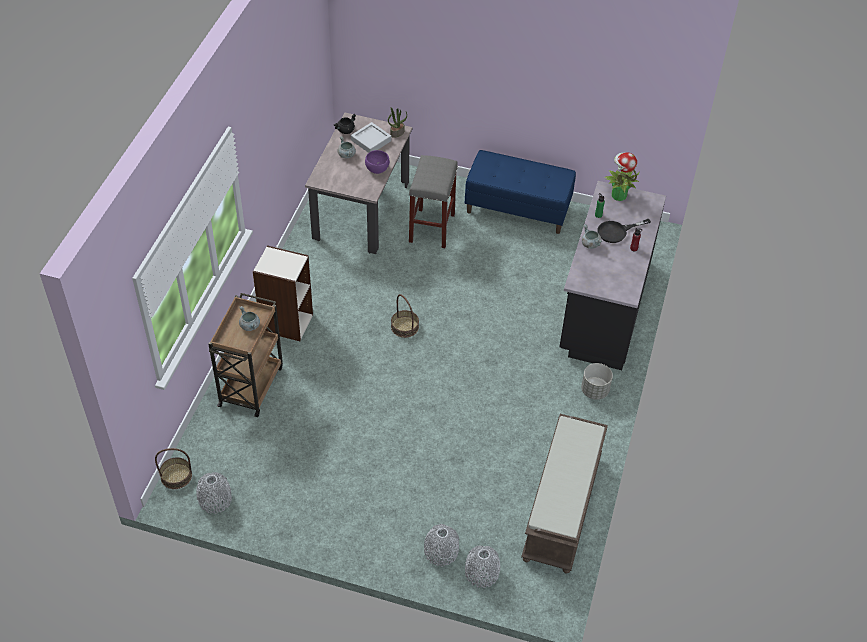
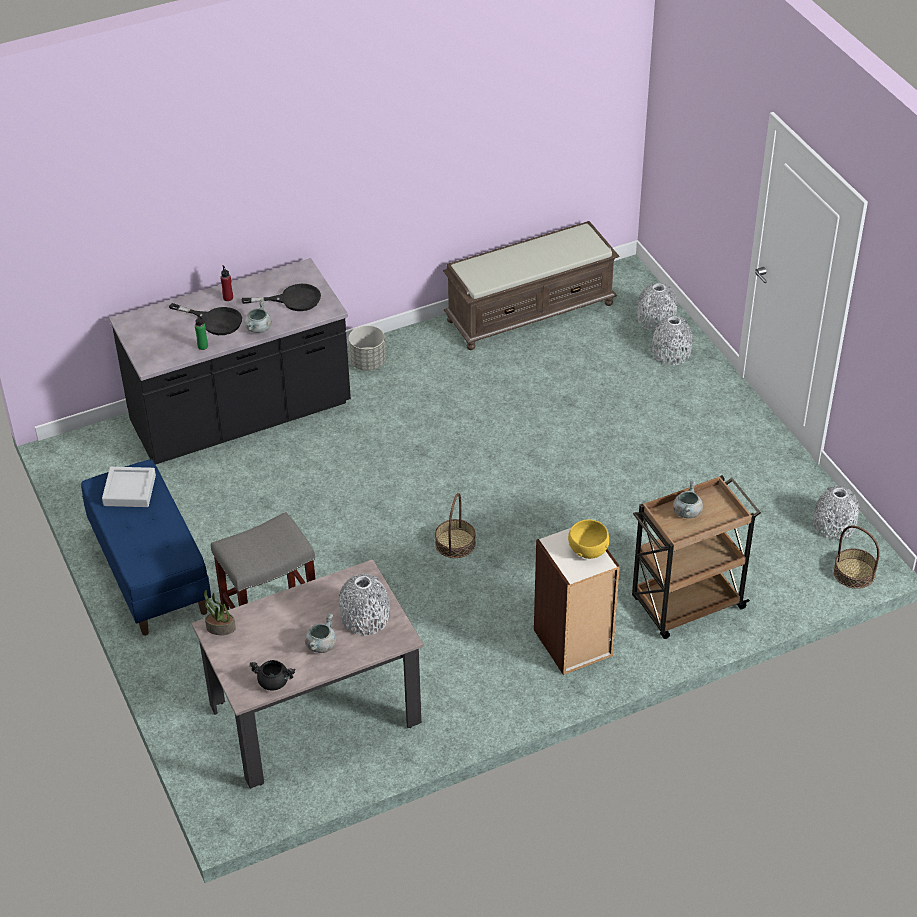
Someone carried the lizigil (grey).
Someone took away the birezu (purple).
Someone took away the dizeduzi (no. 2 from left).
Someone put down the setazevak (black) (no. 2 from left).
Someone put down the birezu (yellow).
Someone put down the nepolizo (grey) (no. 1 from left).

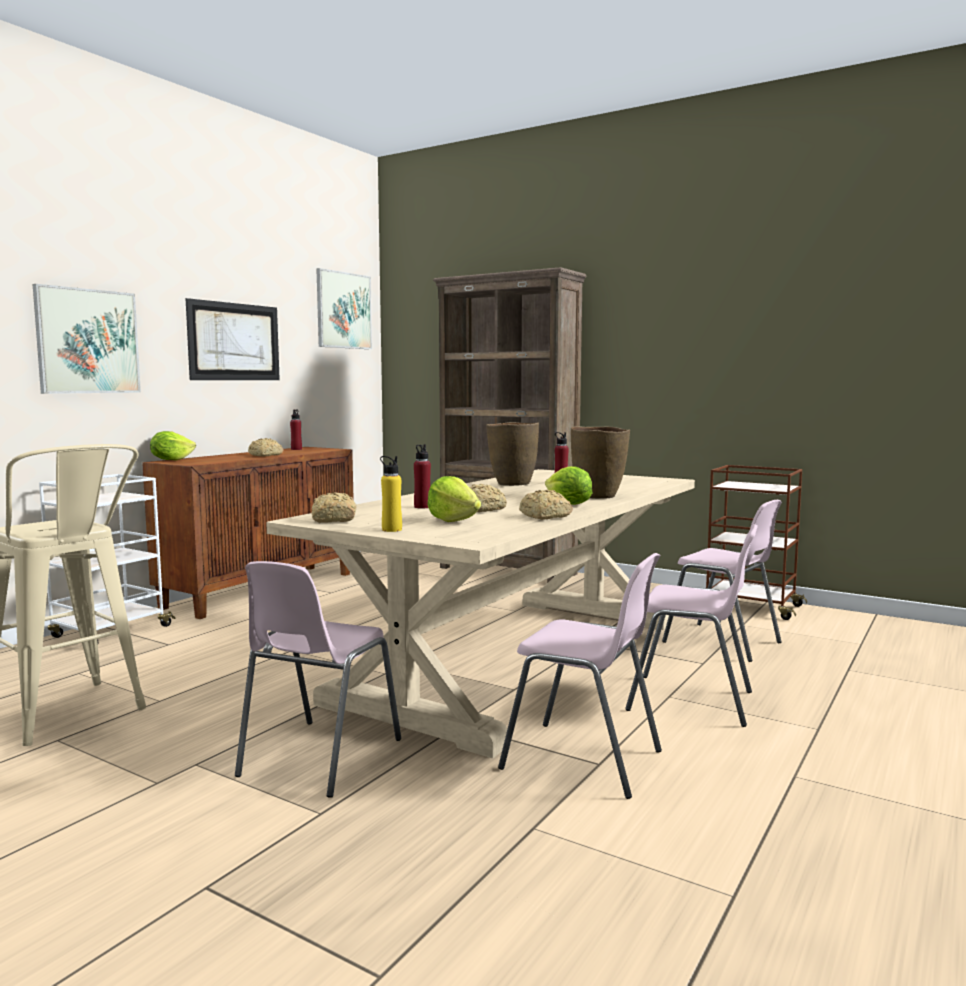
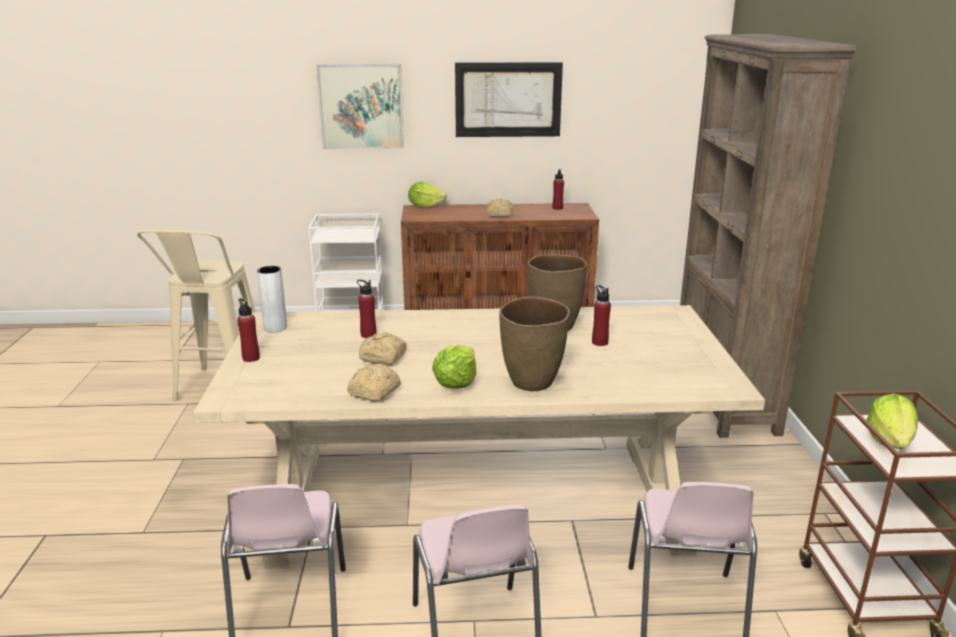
Someone took away the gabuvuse (no. 3 from left).
Someone repainted the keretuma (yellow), which became the keretuma (red) (no. 1 from left).
Someone carried the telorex (no. 2 from left in the first image).
Someone swapped the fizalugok (no. 2 from left) for the nepolizo (grey).
Someone took away the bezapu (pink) (no. 1 from left).

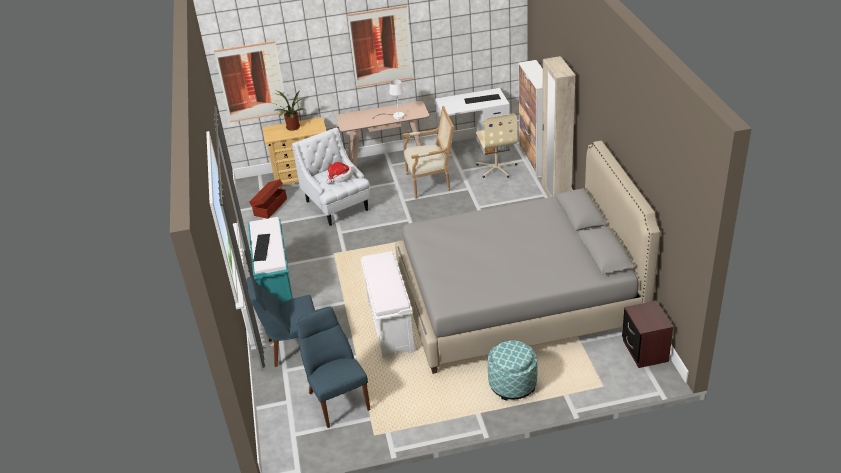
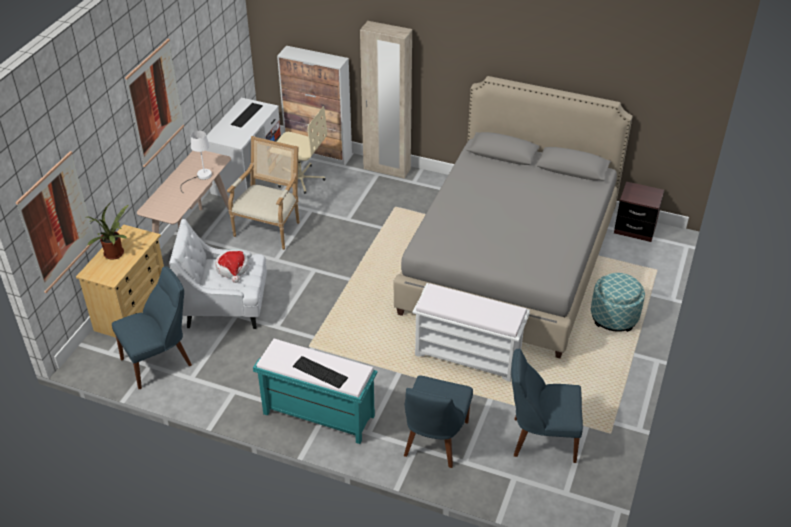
Someone swapped the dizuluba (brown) for the bezapu (blue) (no. 1 from left).

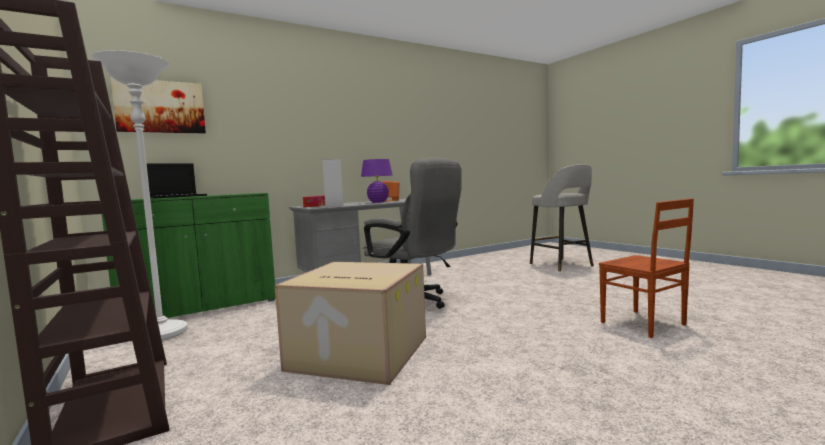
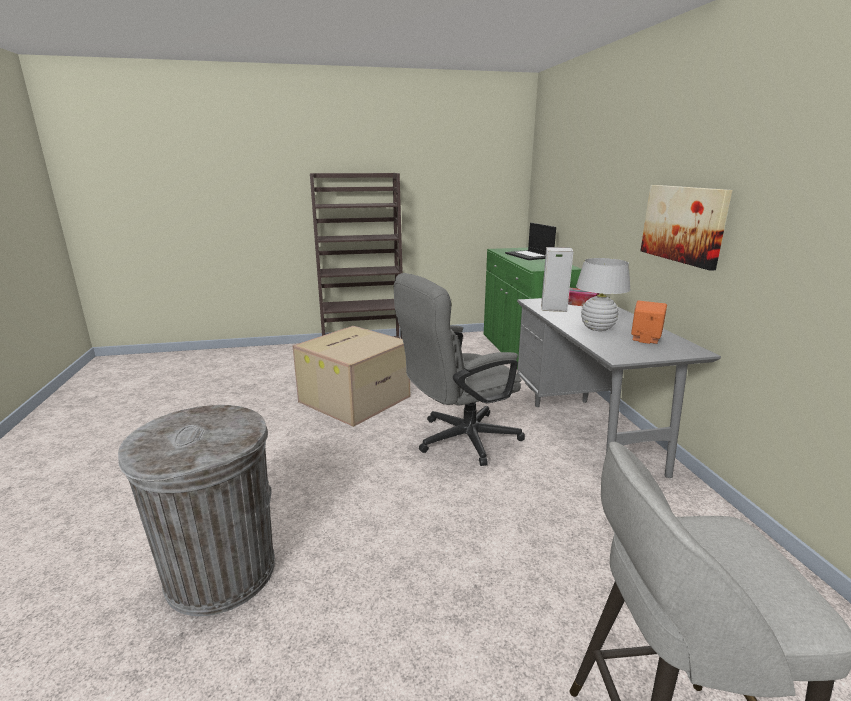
Someone took away the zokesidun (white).
Someone carried the gabuvuse.
Someone repainted the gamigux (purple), which became the gamigux (white).
Someone swapped the bezapu (brown) for the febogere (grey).

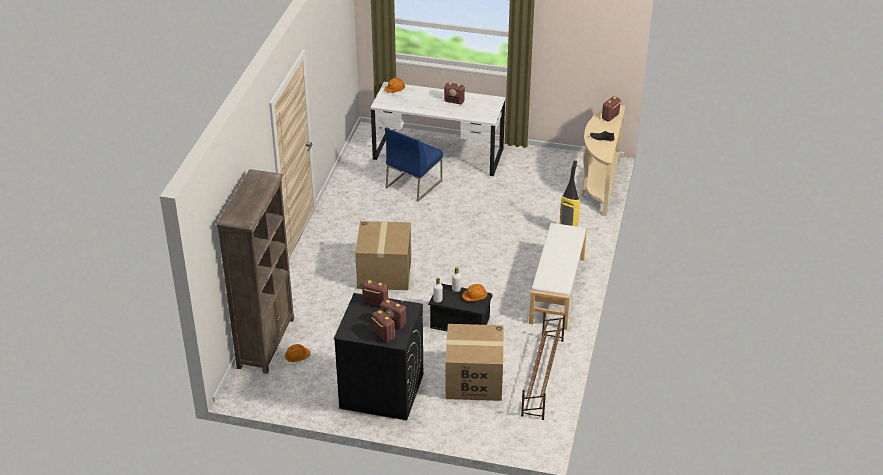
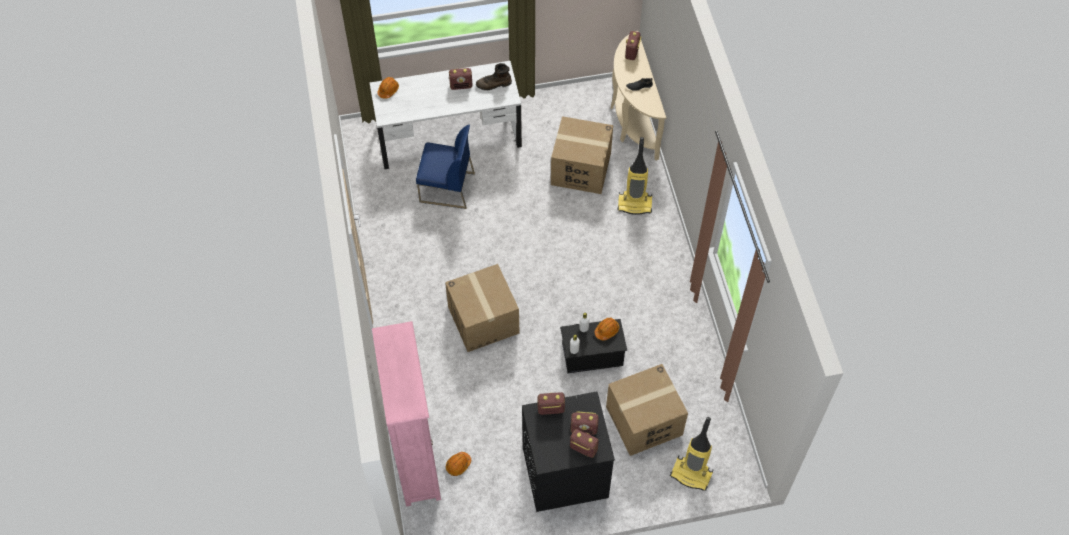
Someone rotated the bezapu (blue) by 90 degrees counterclockwise.
Someone repainted the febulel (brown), which became the febulel (pink).
Someone took away the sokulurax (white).
Someone took away the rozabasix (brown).
Someone put down the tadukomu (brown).
Someone put down the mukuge (no. 2 from left).
Someone put down the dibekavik (no. 2 from left).

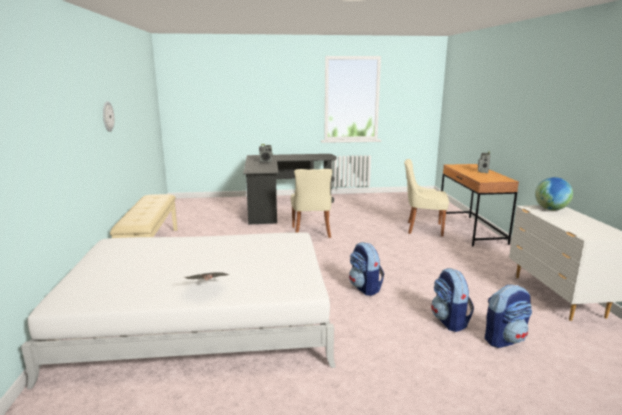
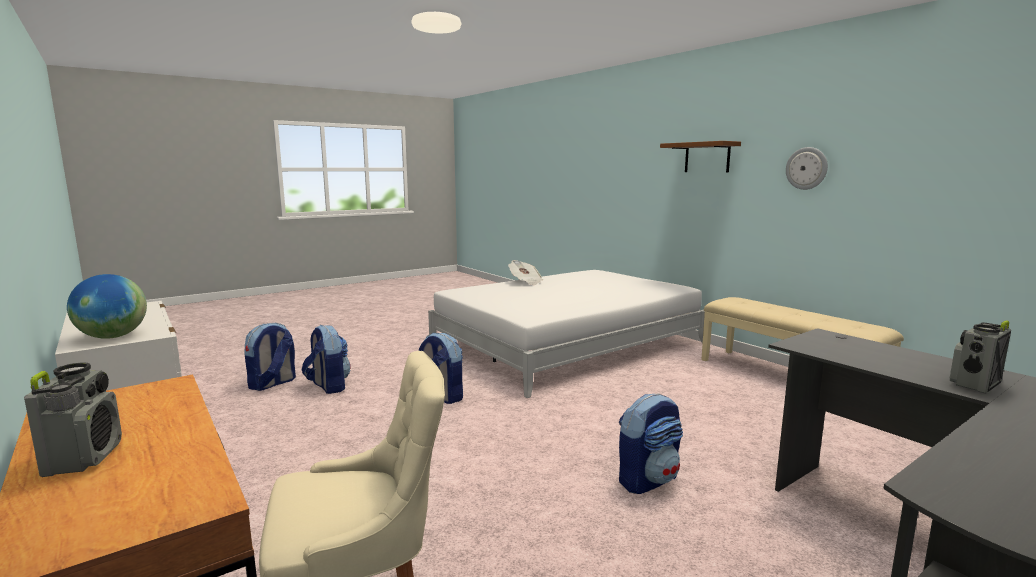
Someone swapped the bezapu (beige) (no. 1 from left) for the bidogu (no. 4 from left).
Someone put up the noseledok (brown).

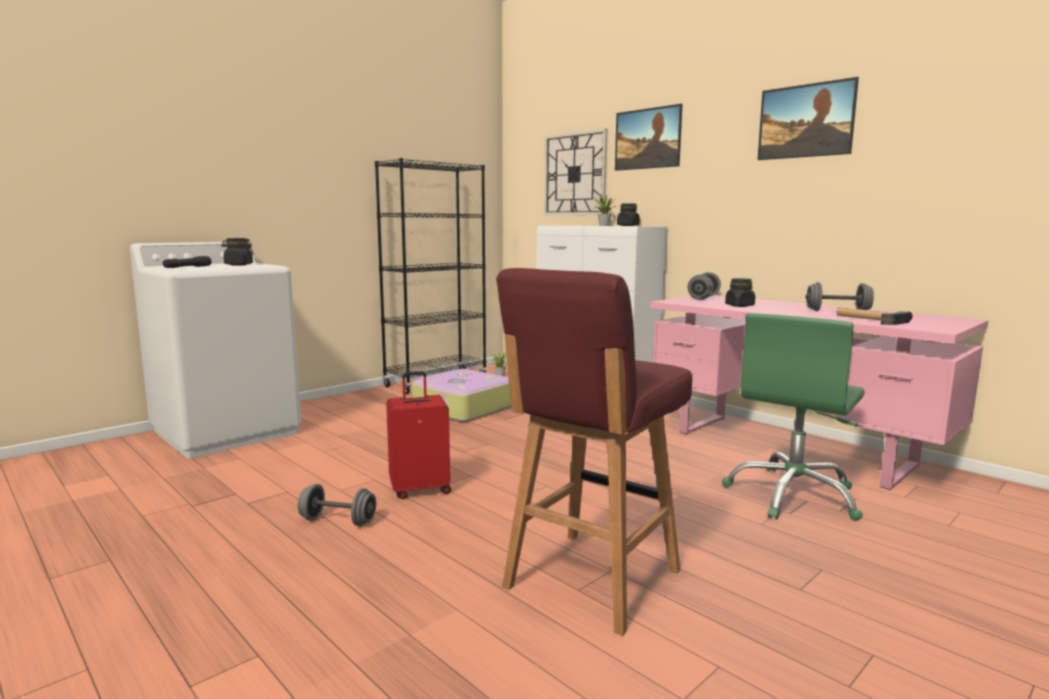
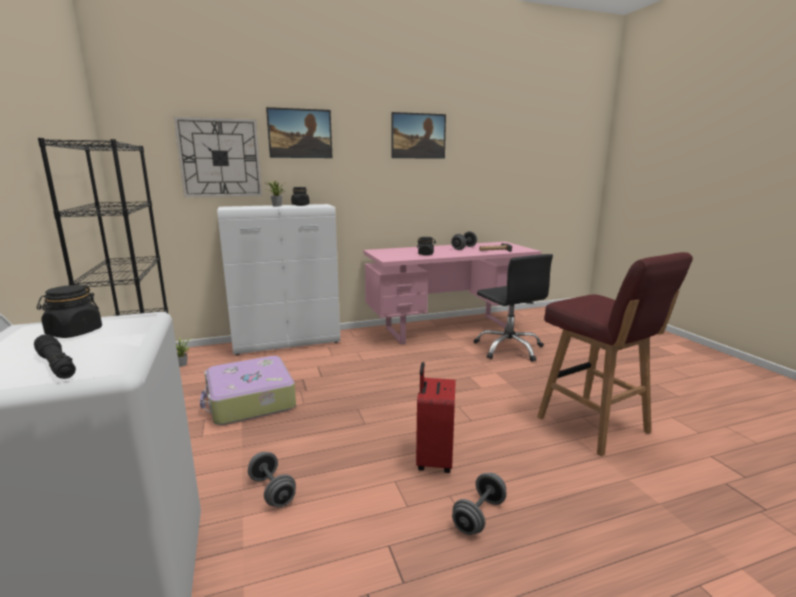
Someone carried the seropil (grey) (no. 2 from left in the first image).
Someone repainted the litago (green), which became the litago (black).

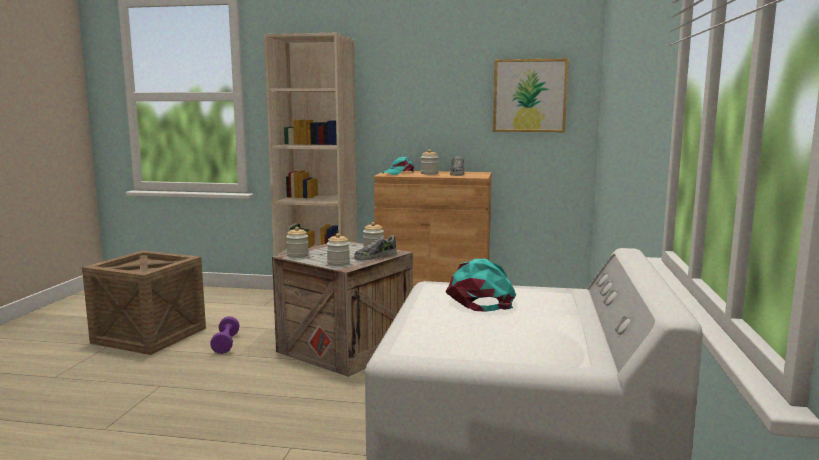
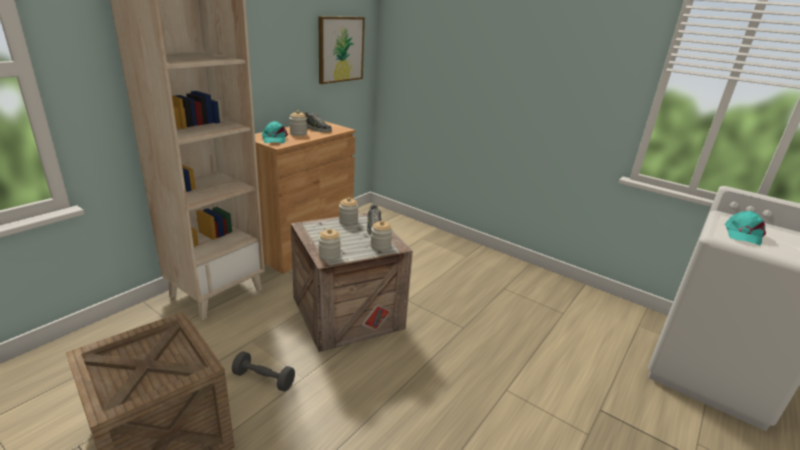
Someone rotated the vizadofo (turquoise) (no. 2 from left) by 90 degrees counterclockwise.
Someone repainted the seropil (purple), which became the seropil (grey).

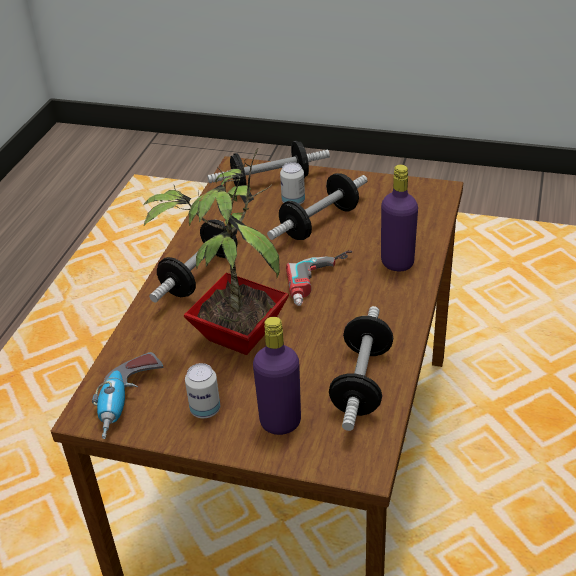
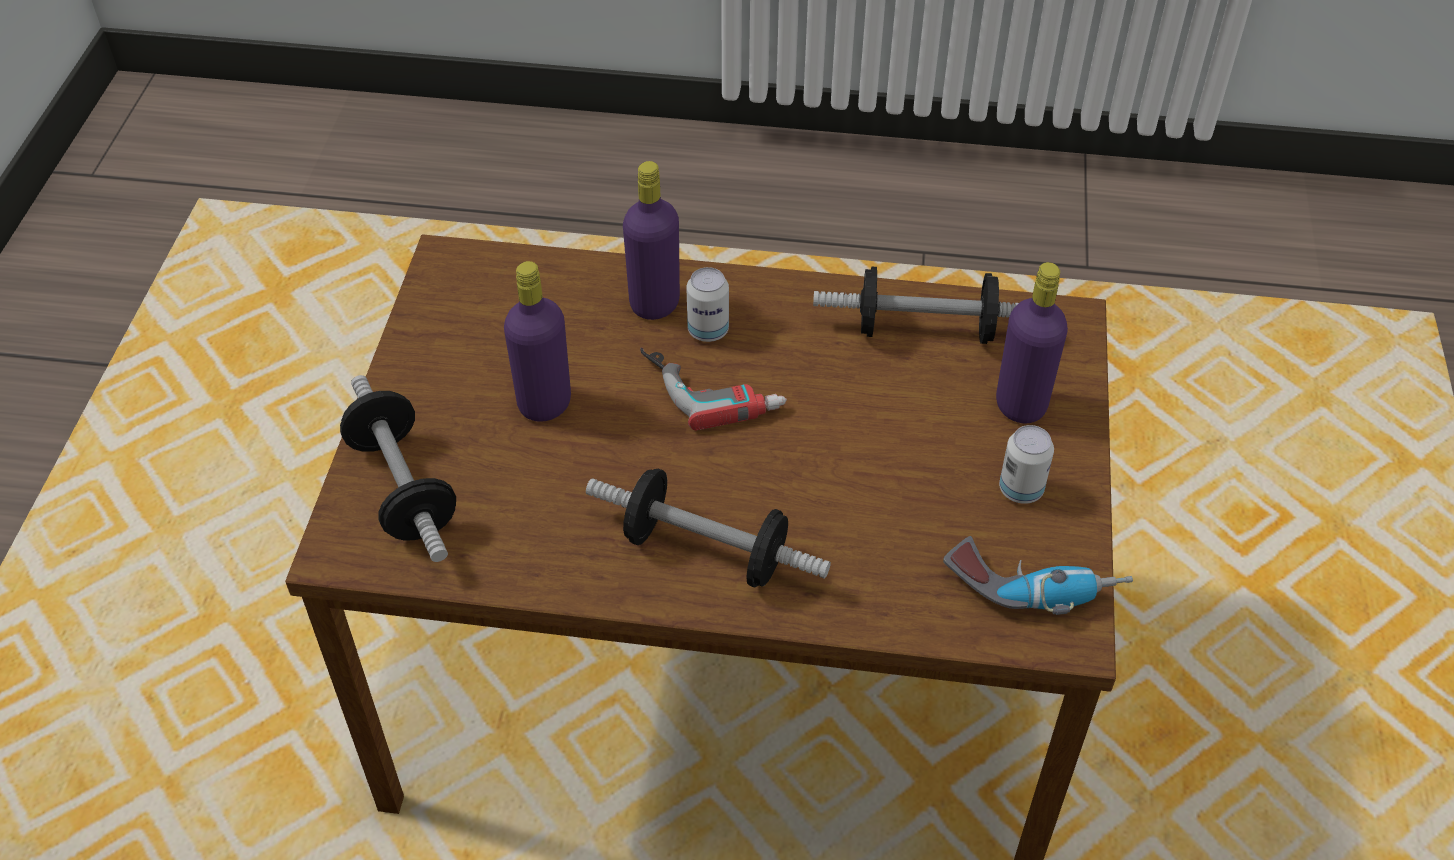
Someone took away the dizeduzi.
Someone carried the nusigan (no. 2 from left in the first image).
Someone swapped the seropil (no. 3 from left) for the keretuma (purple) (no. 1 from left).

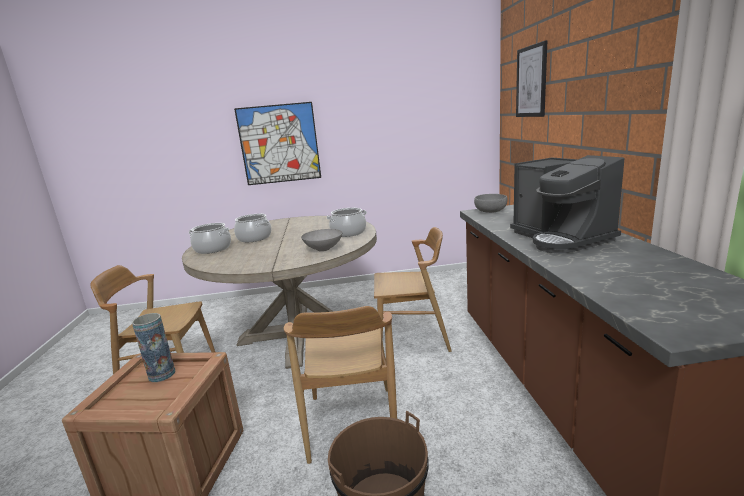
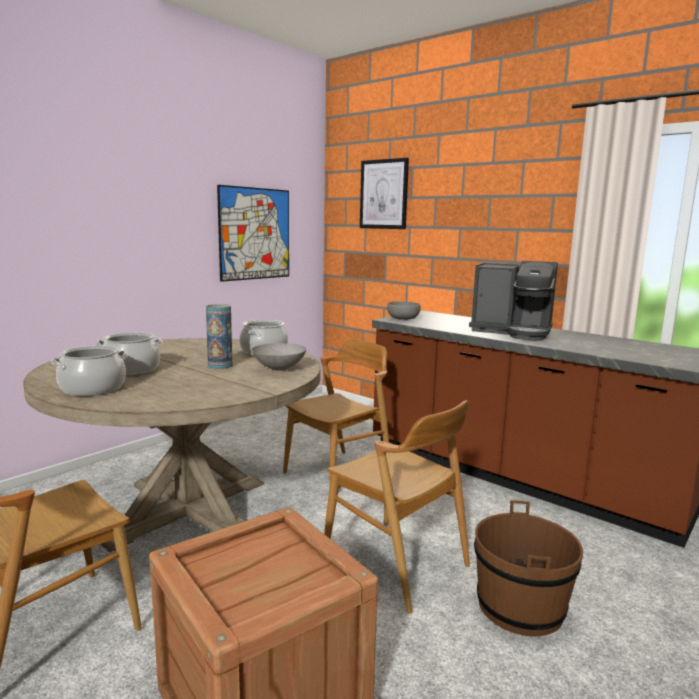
Someone carried the gabuvuse (no. 1 from left).
Someone carried the nepolizo.

